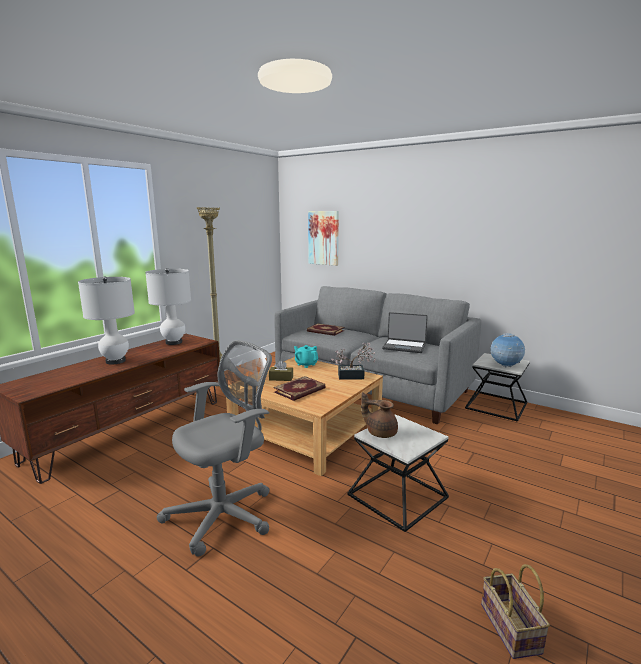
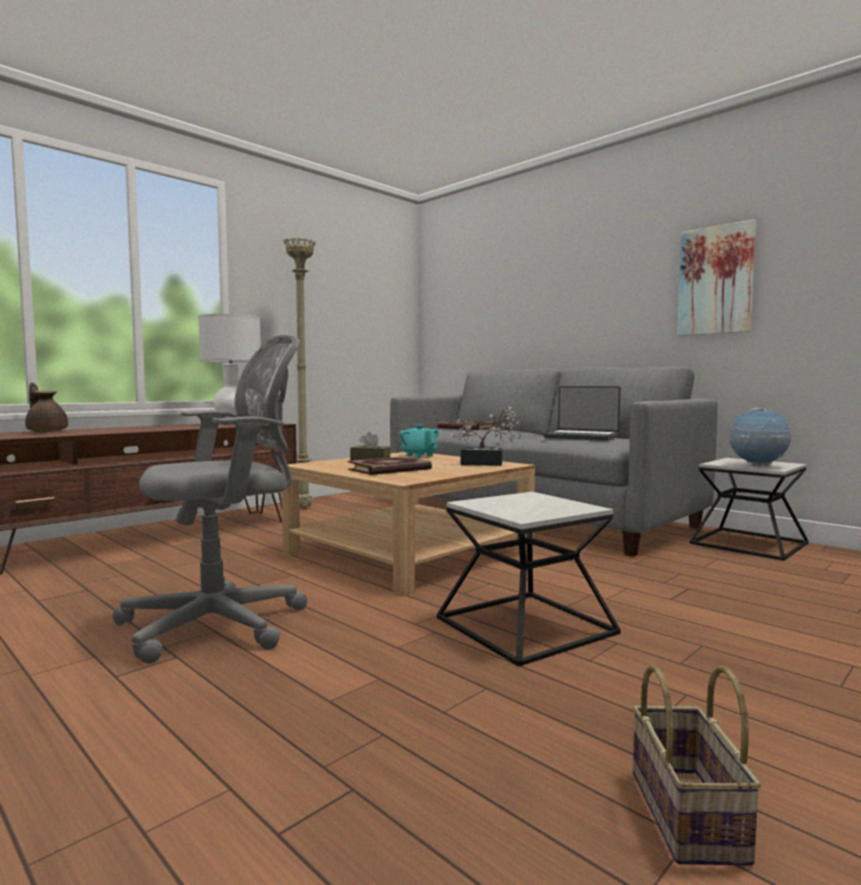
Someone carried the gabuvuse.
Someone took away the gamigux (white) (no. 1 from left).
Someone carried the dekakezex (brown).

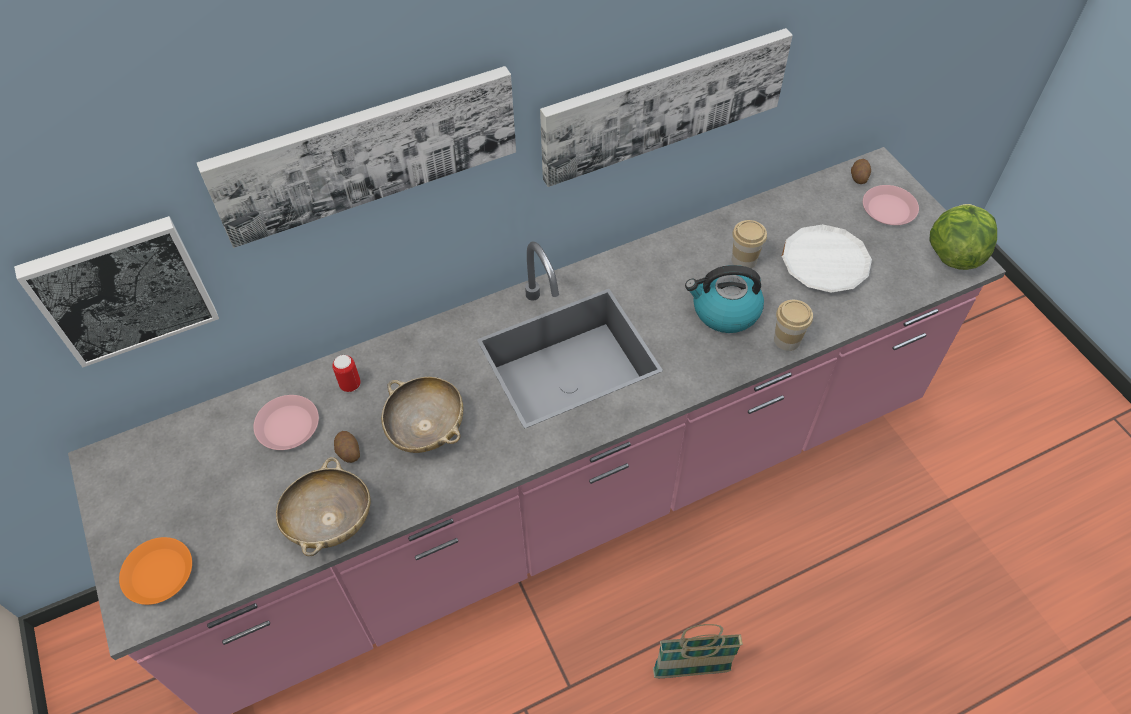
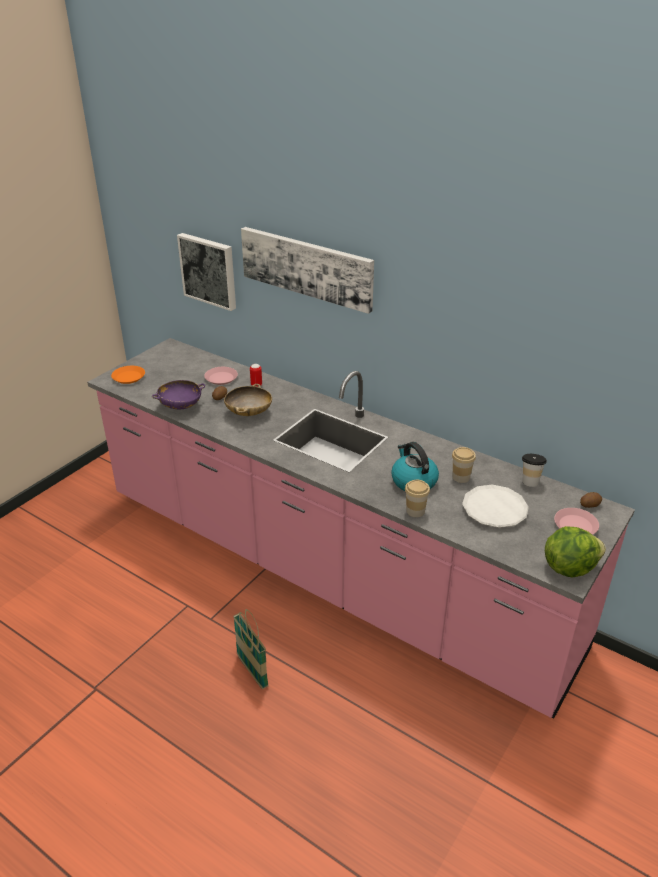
Someone took away the gabuvuse (no. 3 from left).
Someone repainted the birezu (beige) (no. 1 from left), which became the birezu (purple).
Someone put down the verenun (no. 3 from left).

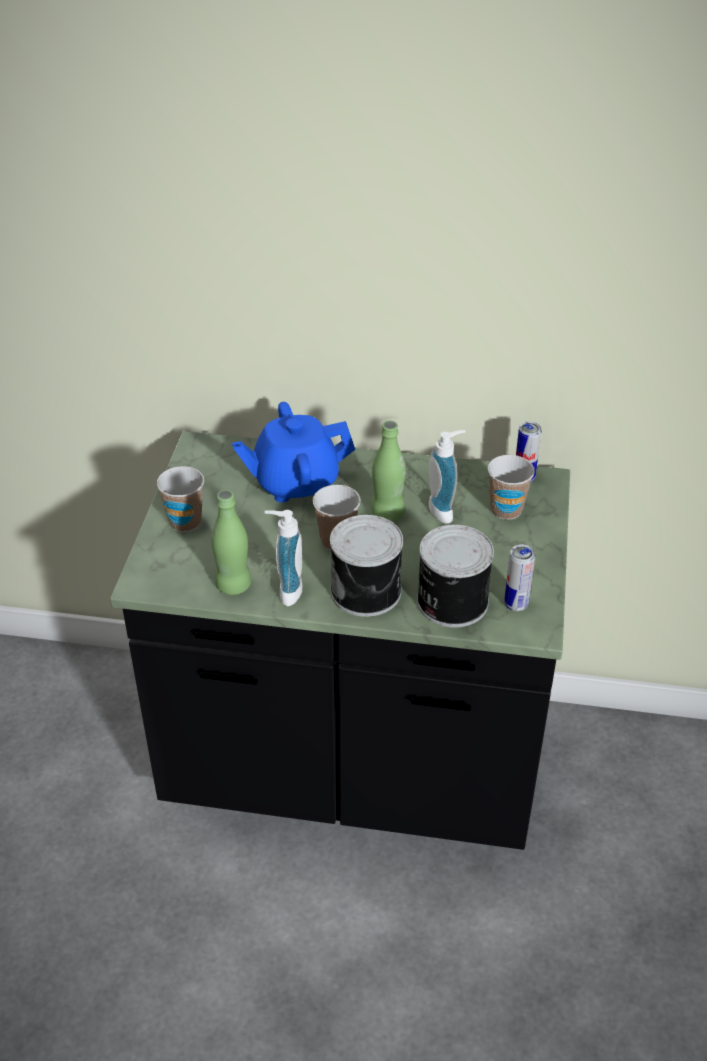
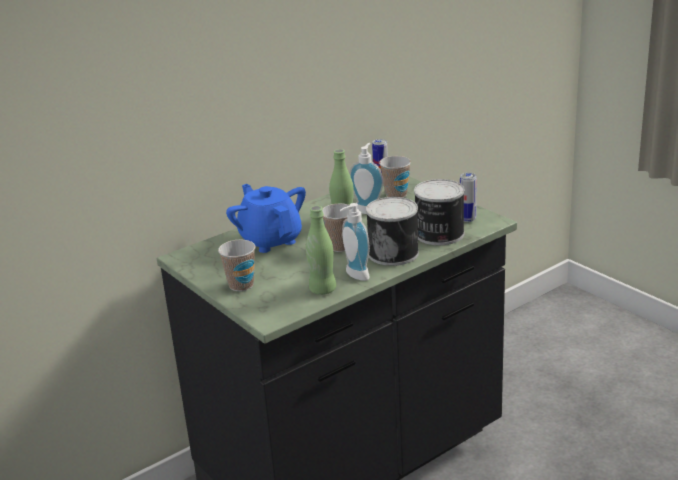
Someone rotated the dekakezex (blue) by 120 degrees clockwise.

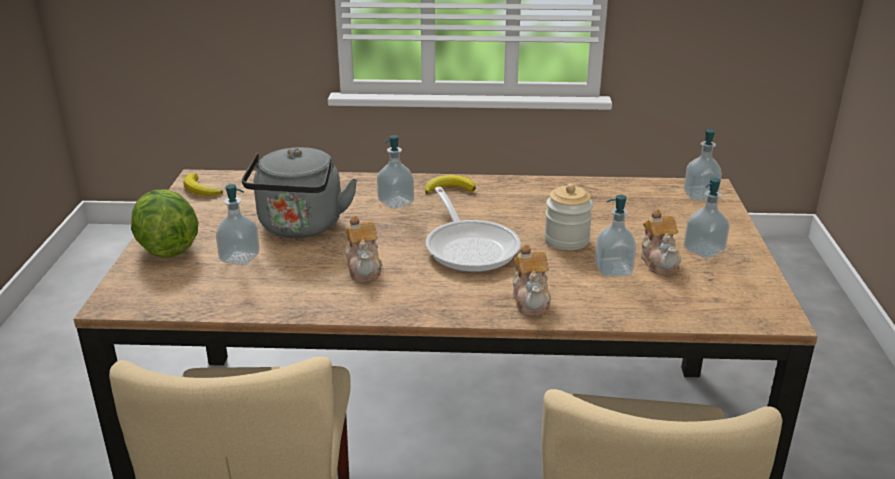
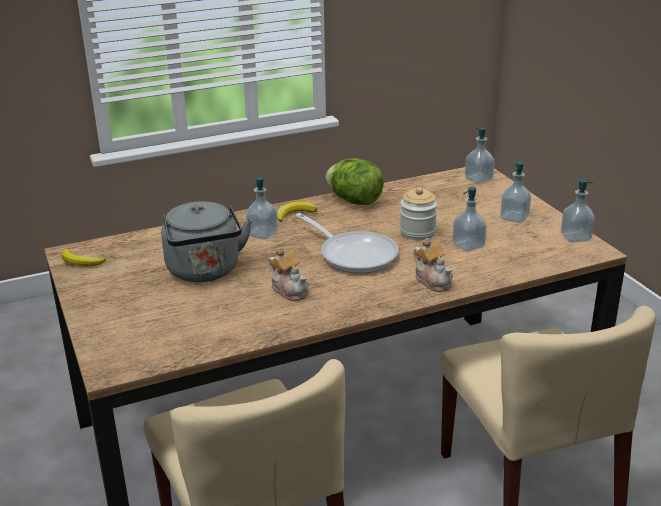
Someone carried the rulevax (no. 1 from left in the first image).
Someone carried the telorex.
Someone took away the dekakezex (no. 3 from left).

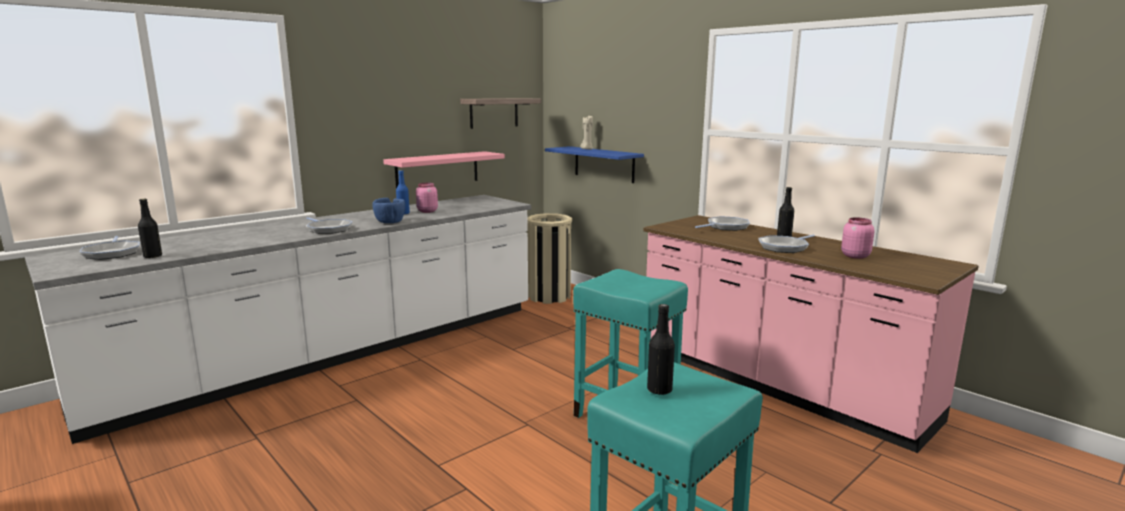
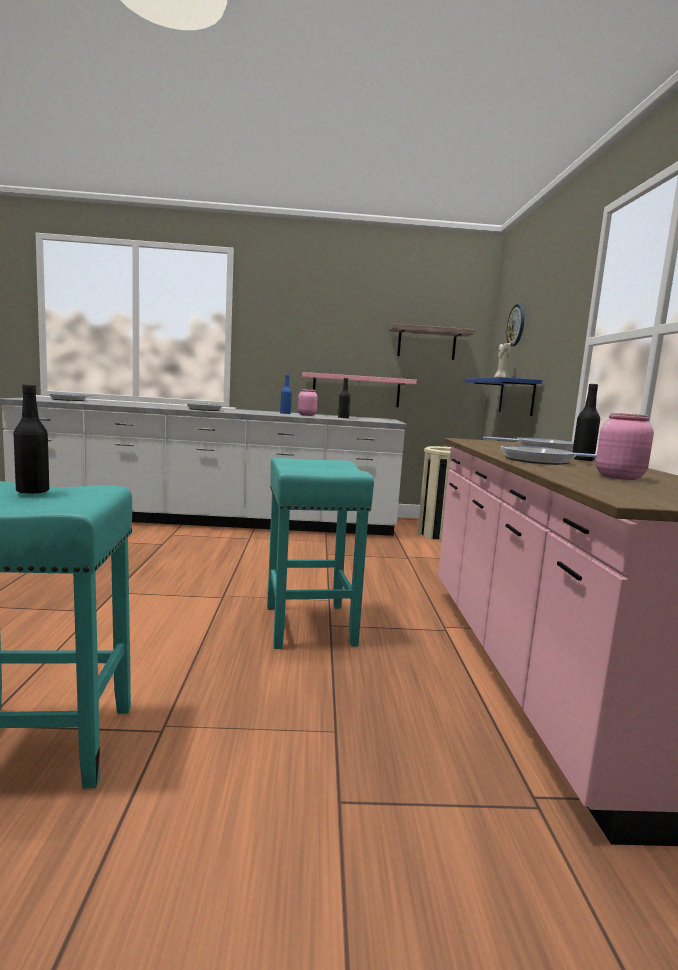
Someone took away the birezu (blue).
Someone carried the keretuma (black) (no. 1 from left in the first image).
Someone put up the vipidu.

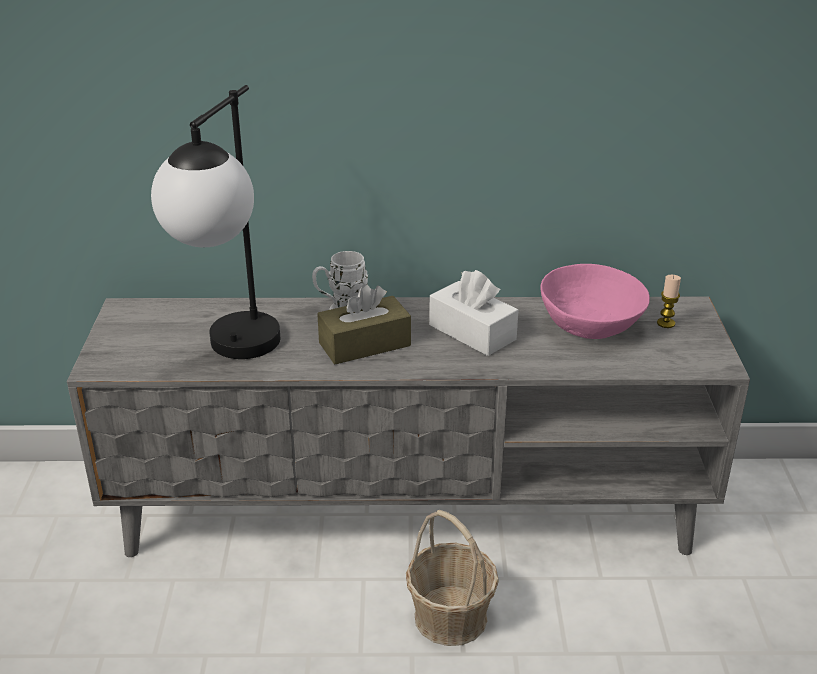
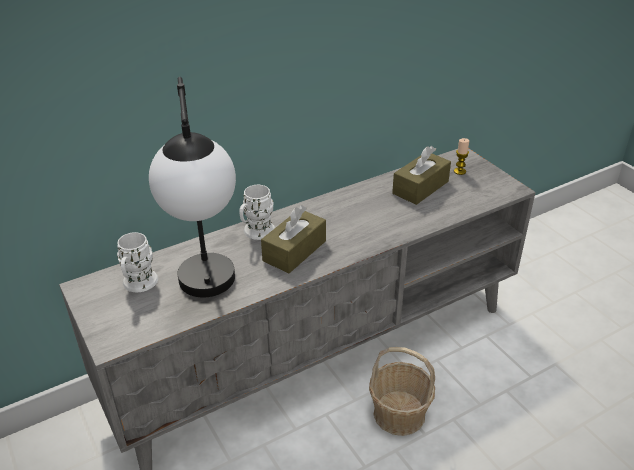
Someone swapped the birezu (pink) for the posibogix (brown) (no. 2 from left).
Someone took away the posibogix (white).
Someone put down the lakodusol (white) (no. 1 from left).

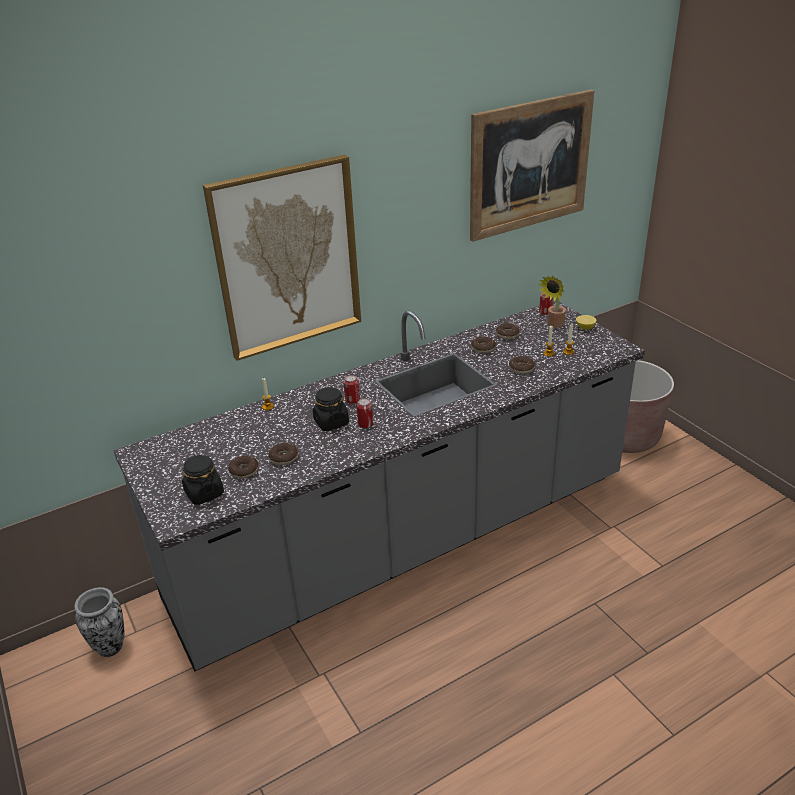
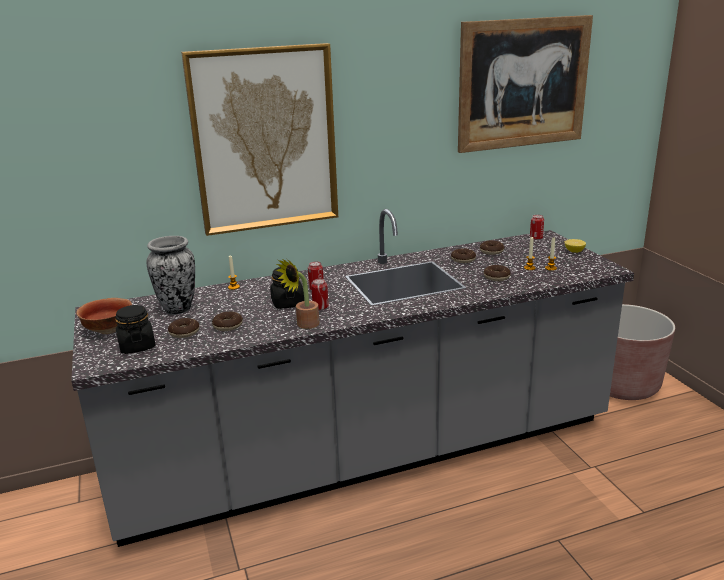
Someone carried the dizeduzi.
Someone carried the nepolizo.
Someone put down the birezu.

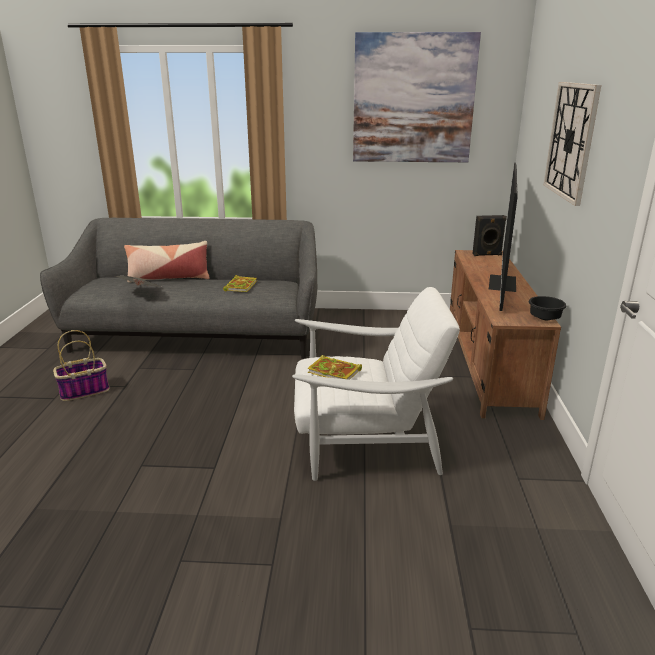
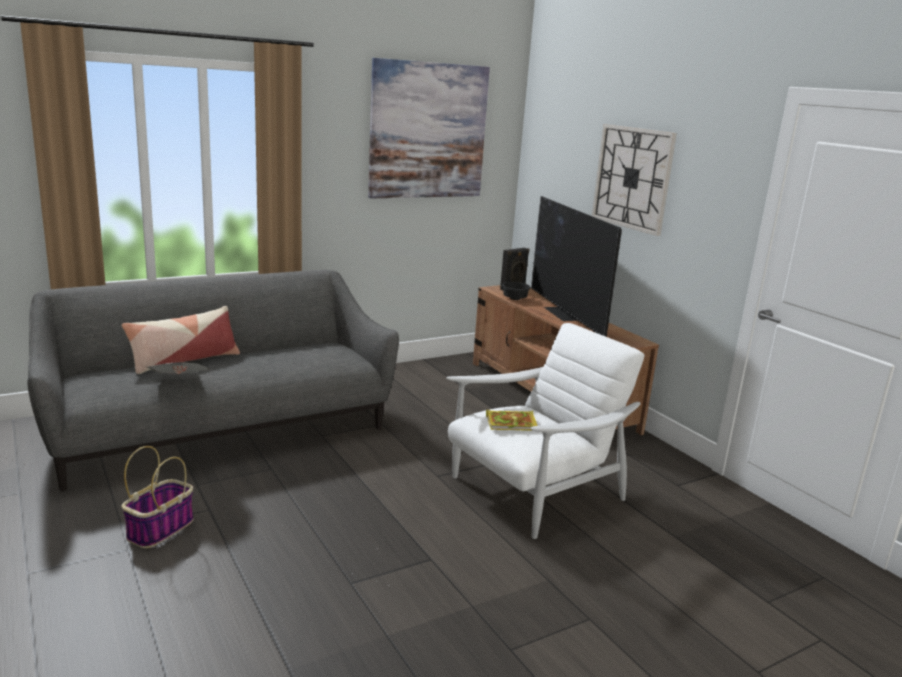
Someone took away the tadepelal (no. 1 from left).
Someone carried the birezu (black).

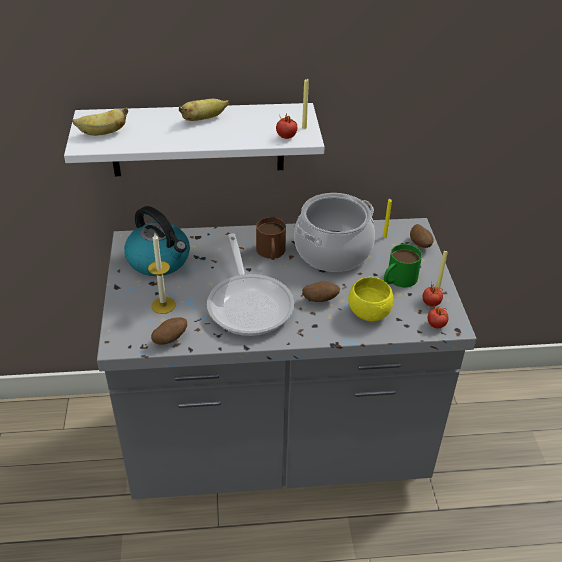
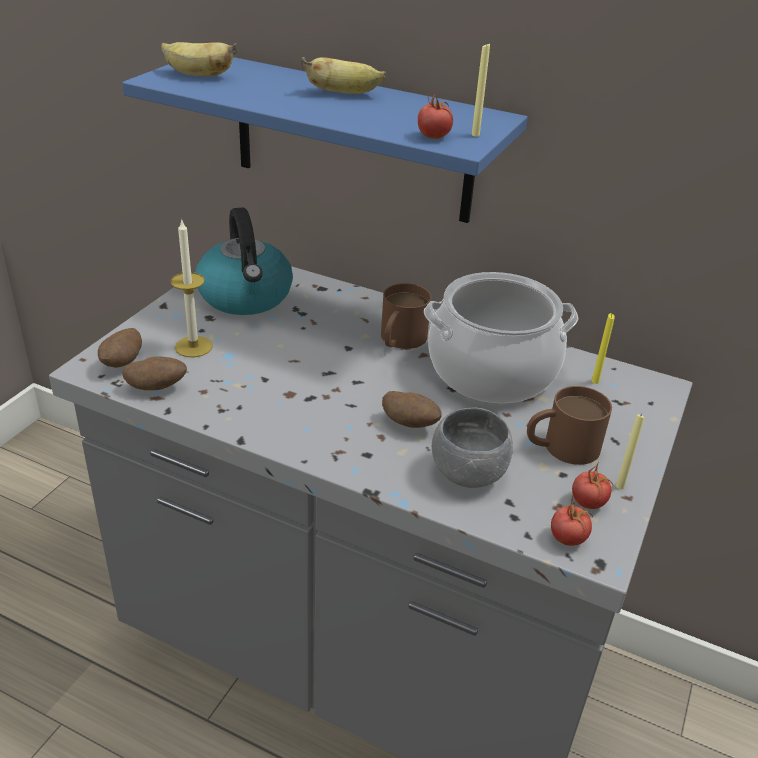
Someone repainted the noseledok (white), which became the noseledok (blue).
Someone carried the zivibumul (no. 3 from left in the first image).
Someone took away the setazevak.
Someone repainted the lakodusol (green), which became the lakodusol (brown) (no. 2 from left).
Someone repainted the birezu (yellow), which became the birezu (grey).

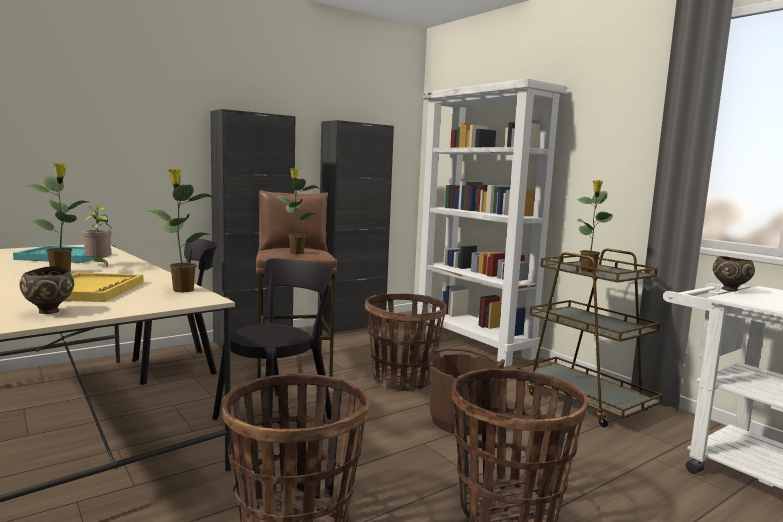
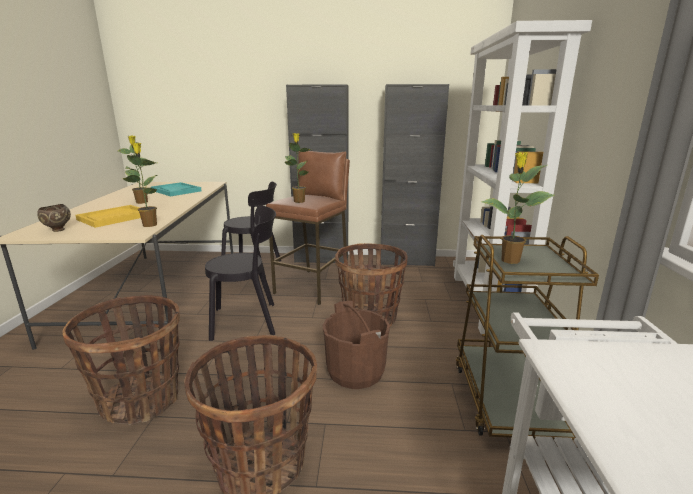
Someone took away the dizeduzi (no. 2 from left).
Someone took away the birezu (brown) (no. 2 from left).

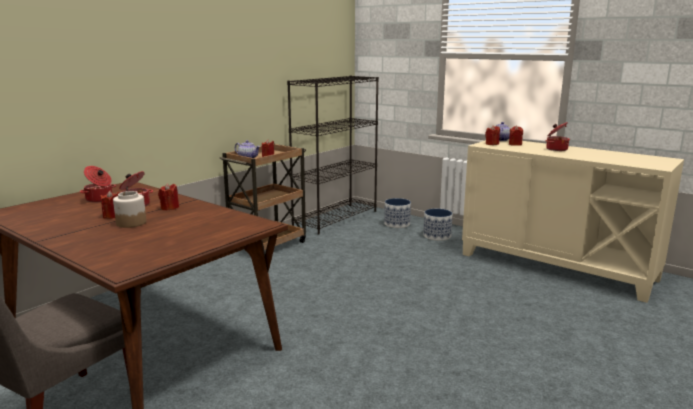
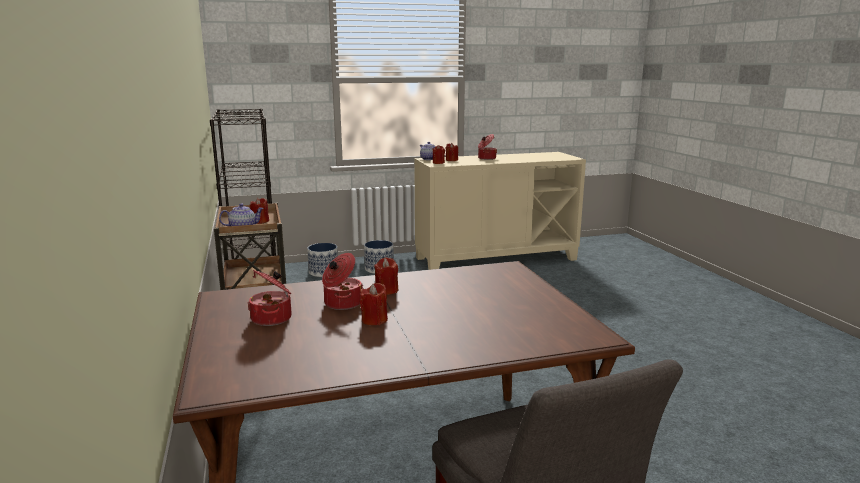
Someone took away the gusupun.

